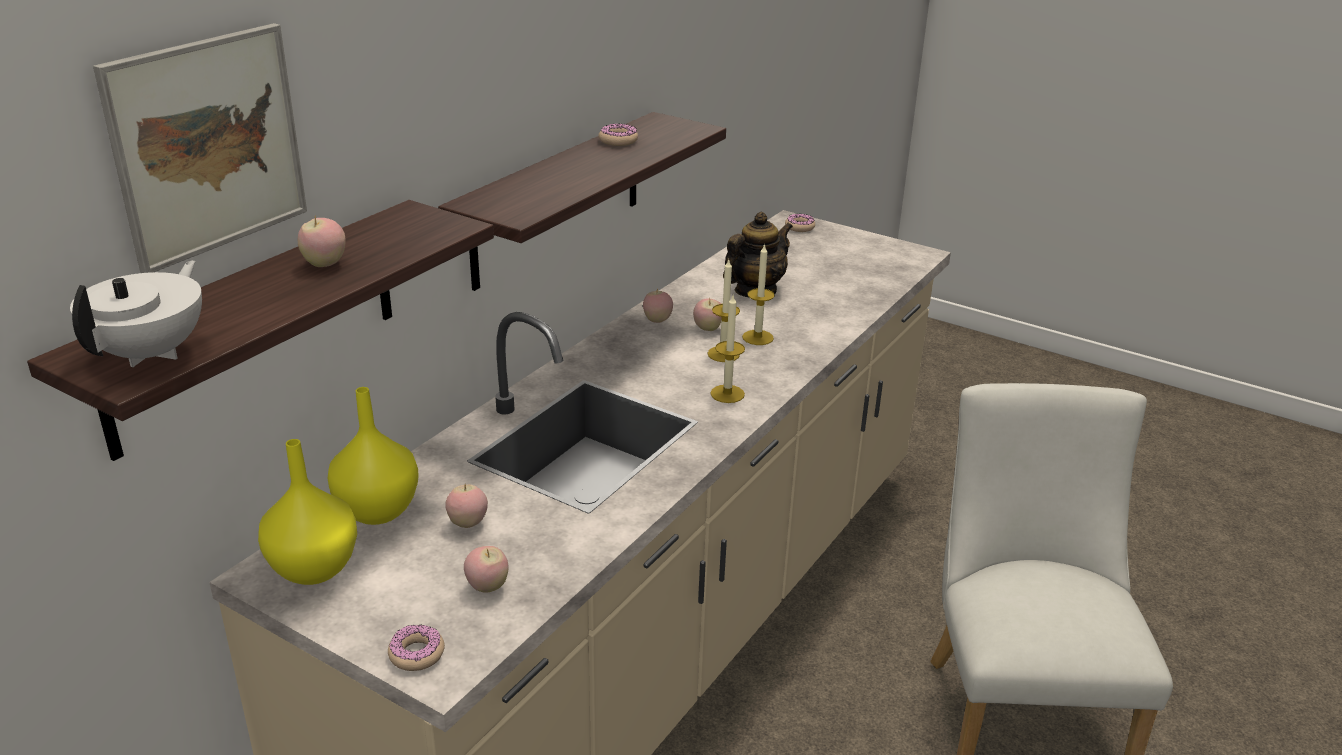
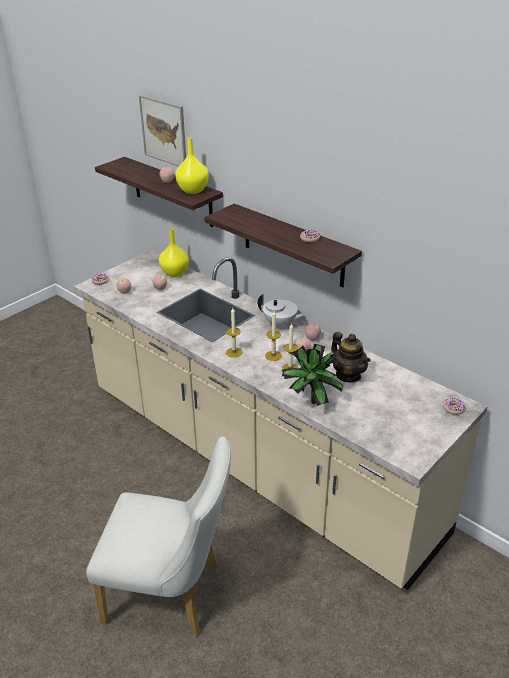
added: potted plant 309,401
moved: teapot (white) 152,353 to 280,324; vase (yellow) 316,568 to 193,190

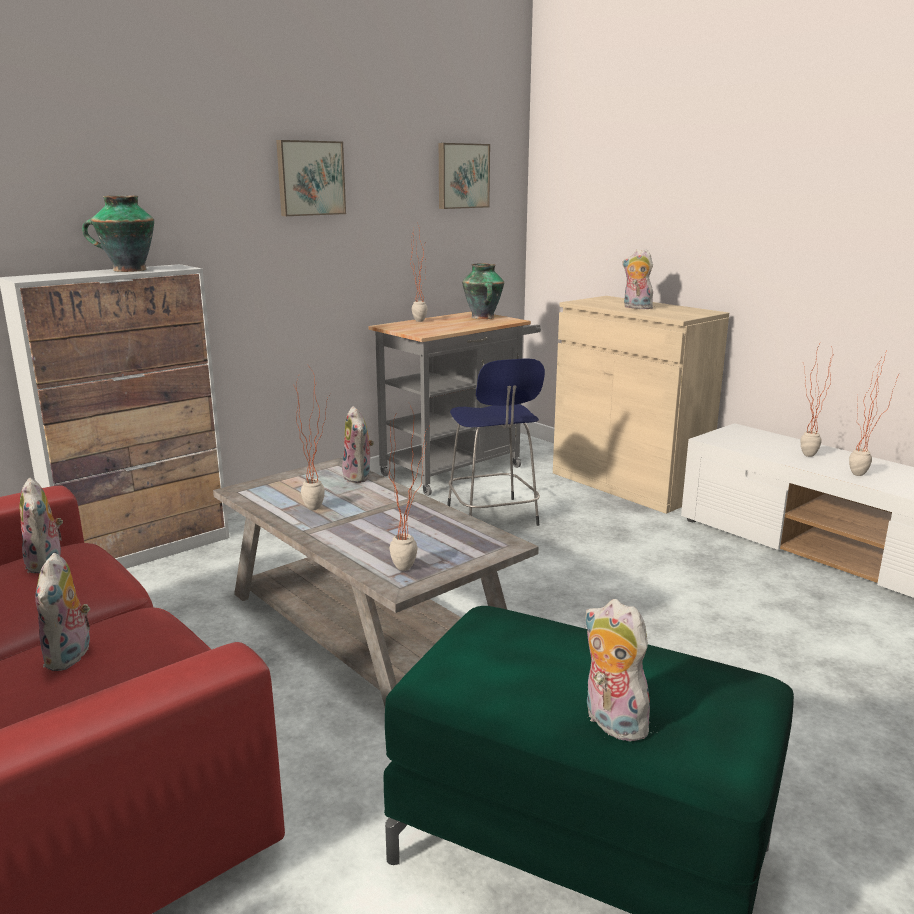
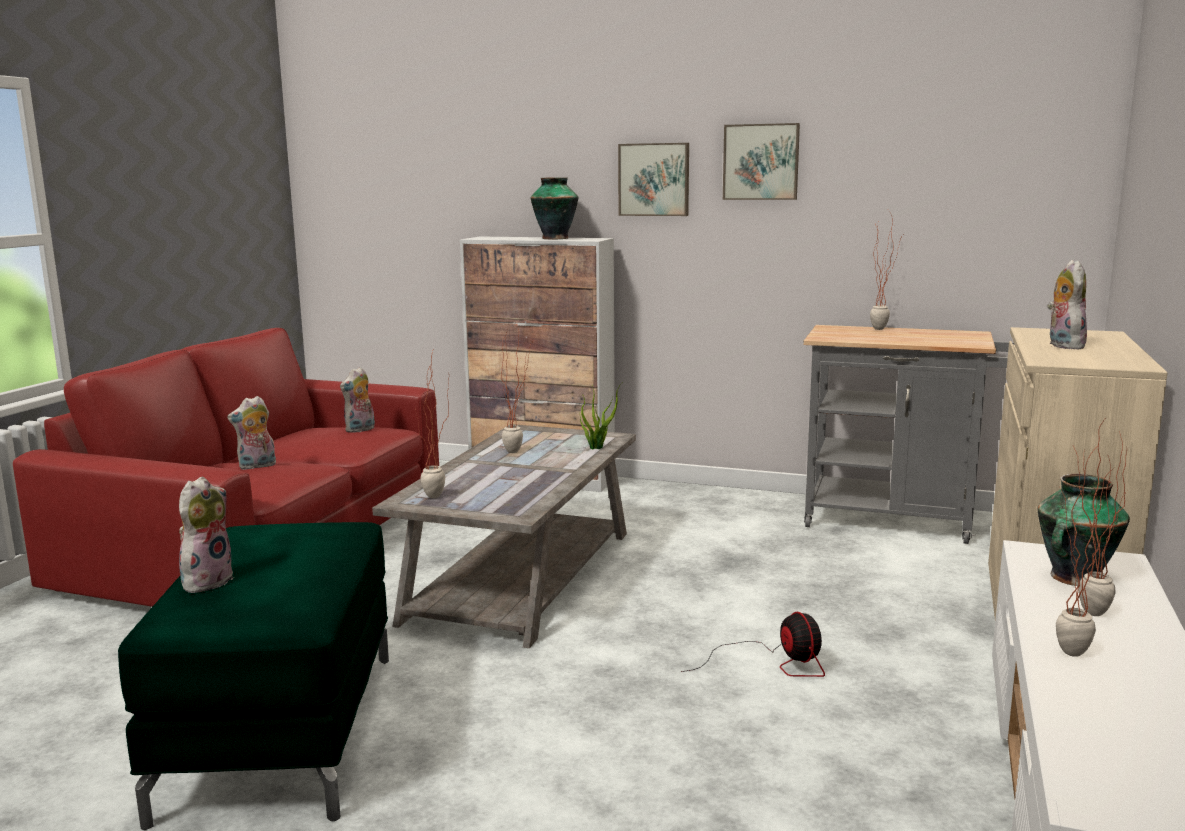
removed: stool (blue) 493,517
added: fan 773,663
moved: picture 462,176 to 654,179; vase 483,317 to 1073,578
replaced: plush toy 359,477 to potted plant 598,447

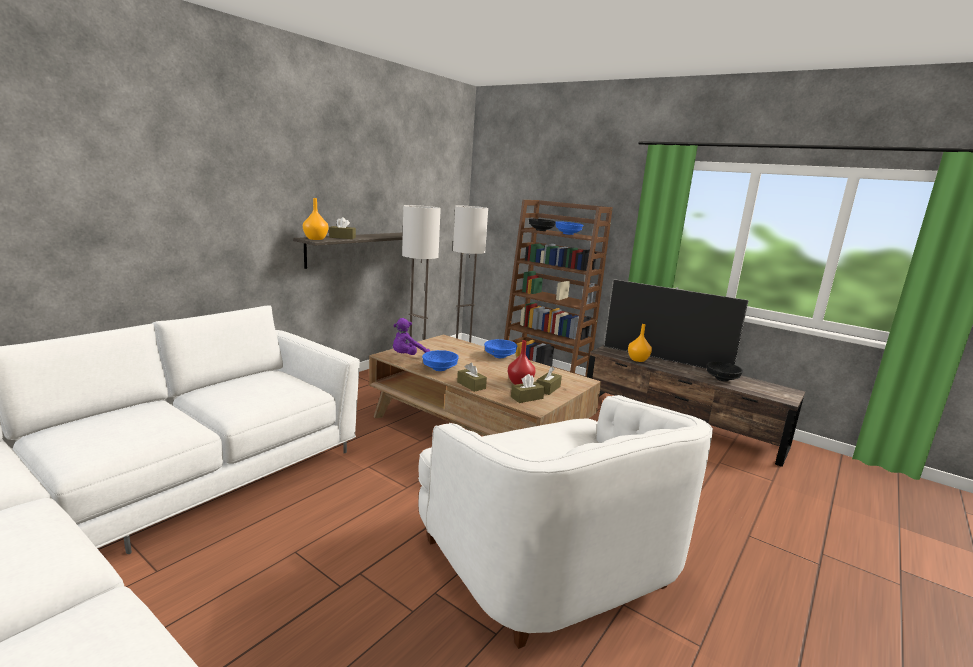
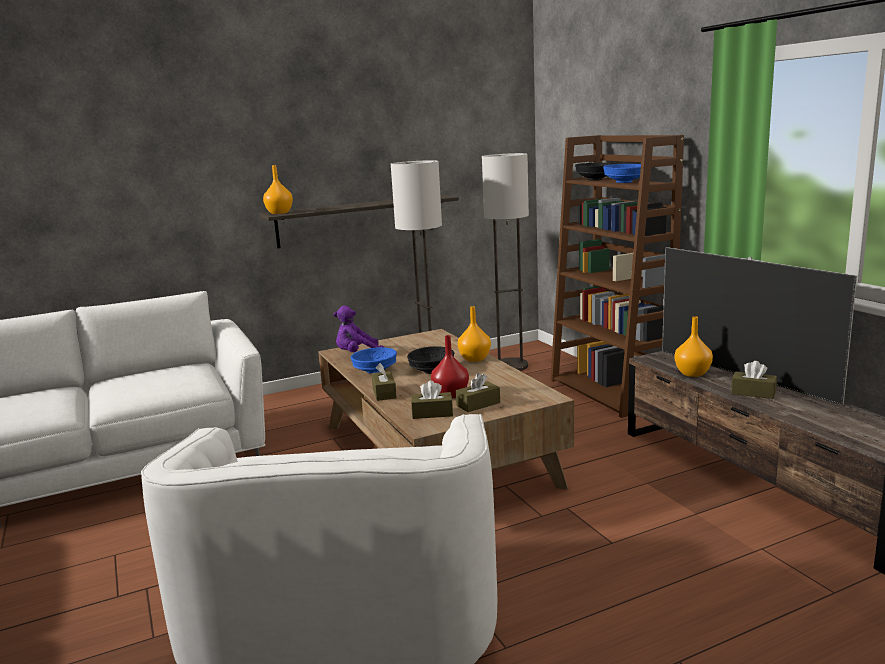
moved: tissue box (brown) 342,237 to 753,393; bowl (black) 721,379 to 431,370
replaced: bowl (blue) 499,356 to vase (orange) 475,358

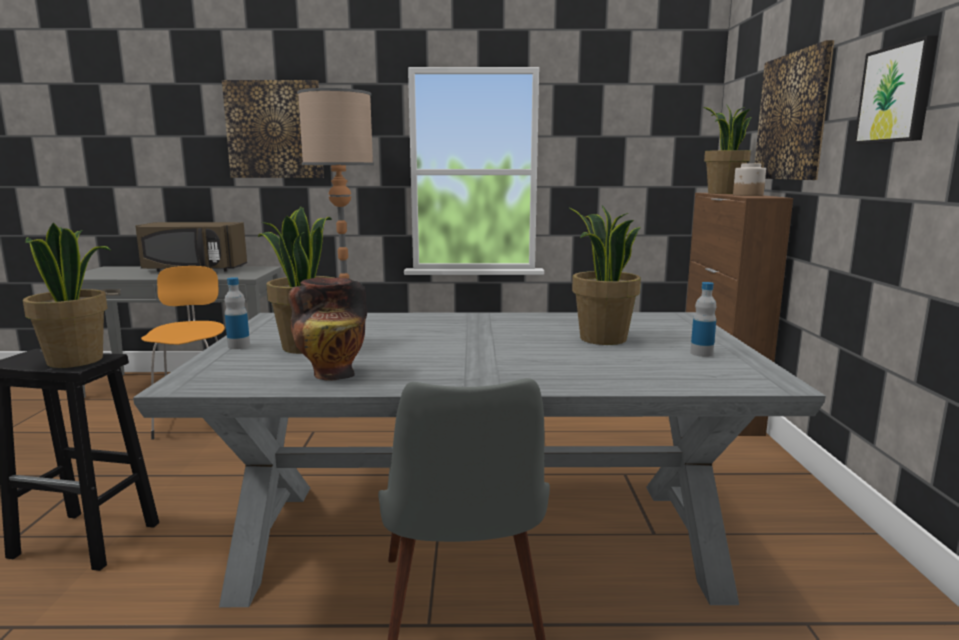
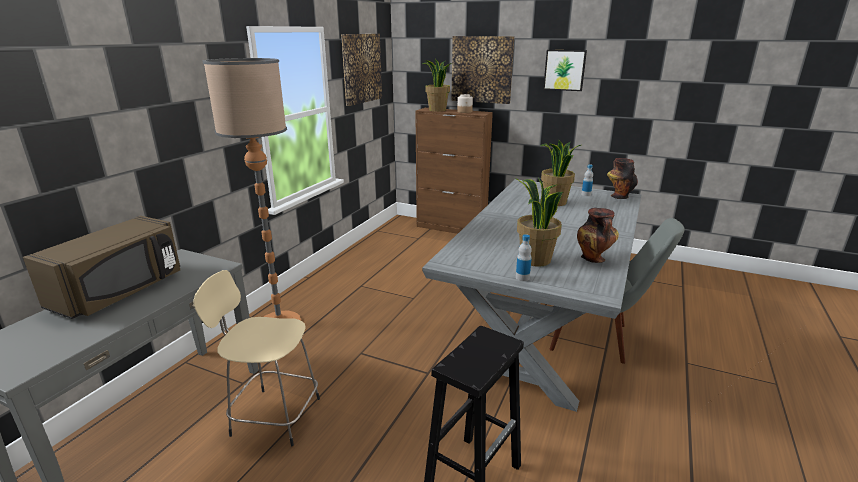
removed: potted plant 76,360
added: vase 618,196
moved: picture 274,129 to 361,68
recoloured: stool (orange) 195,421 to stool (beige) 273,416

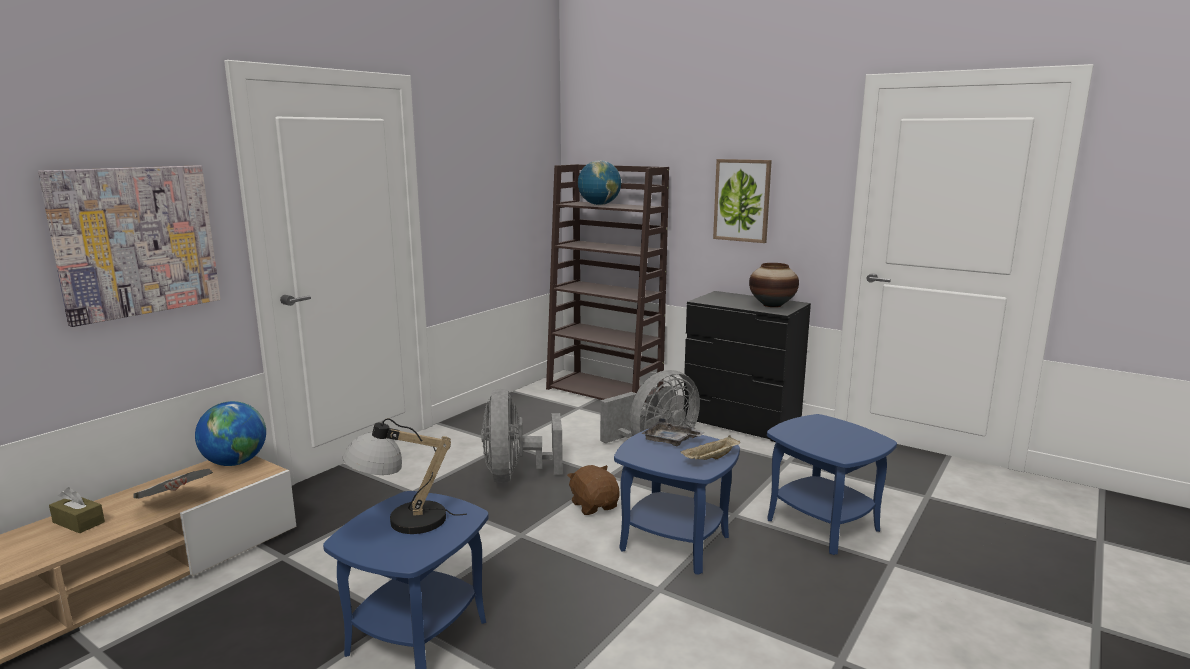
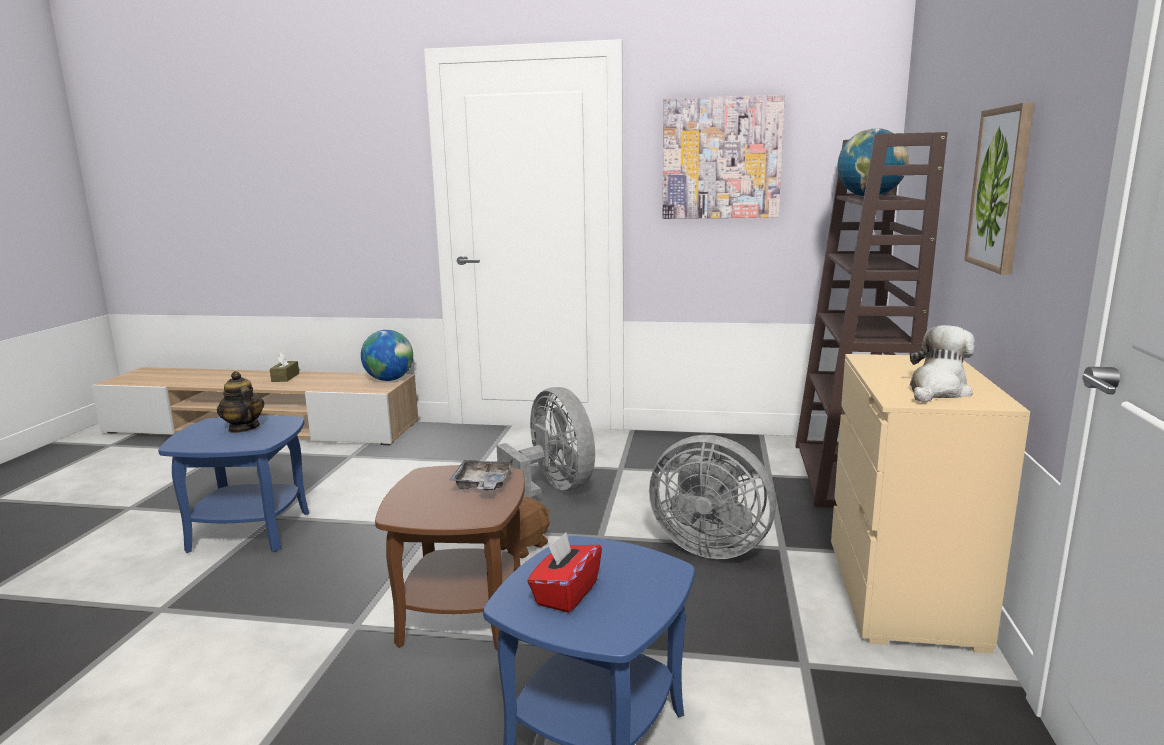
removed: tray (beige) 710,459; newspaper 176,502
added: tissue box (red) 565,594
moved: picture 136,241 to 721,158
replaced: vase 772,305 to plush toy 937,391; table lamp 402,521 to teapot 243,428
recoloured: dresser (black) 742,422 to dresser (beige) 902,593; side table (blue) 674,543 to side table (brown) 462,614
turned: fan (grey) 515,476 = 552,491 90 degrees clockwise

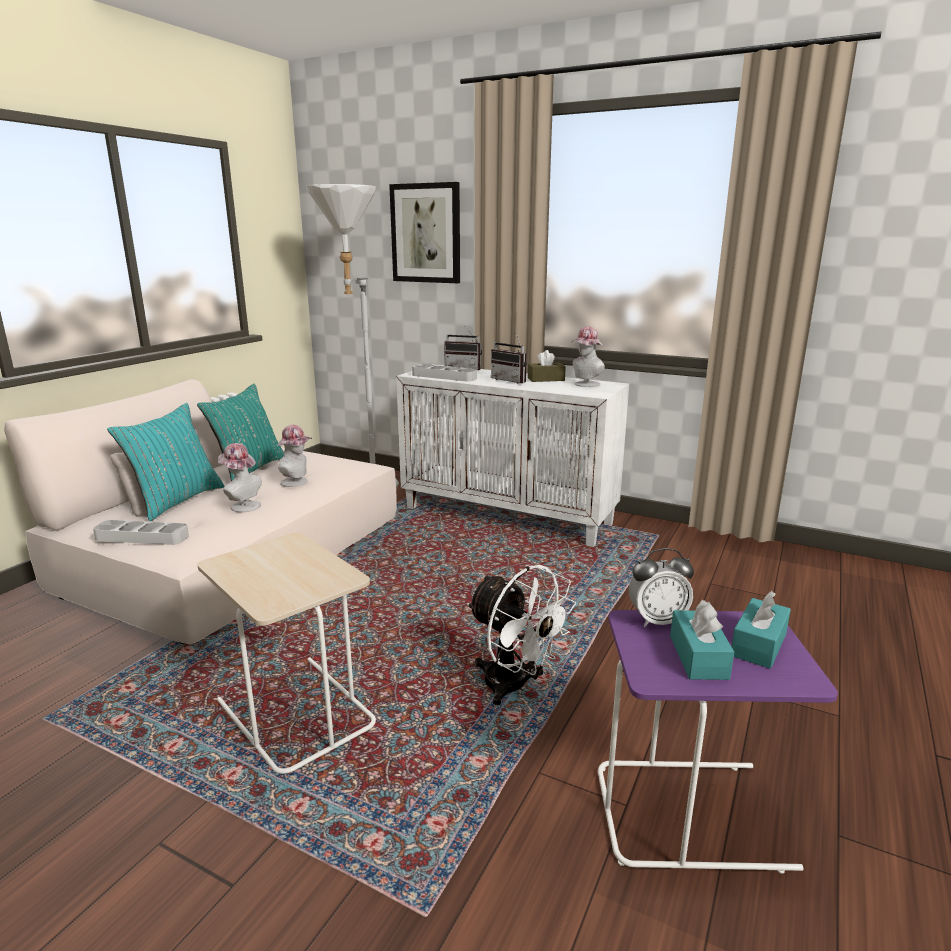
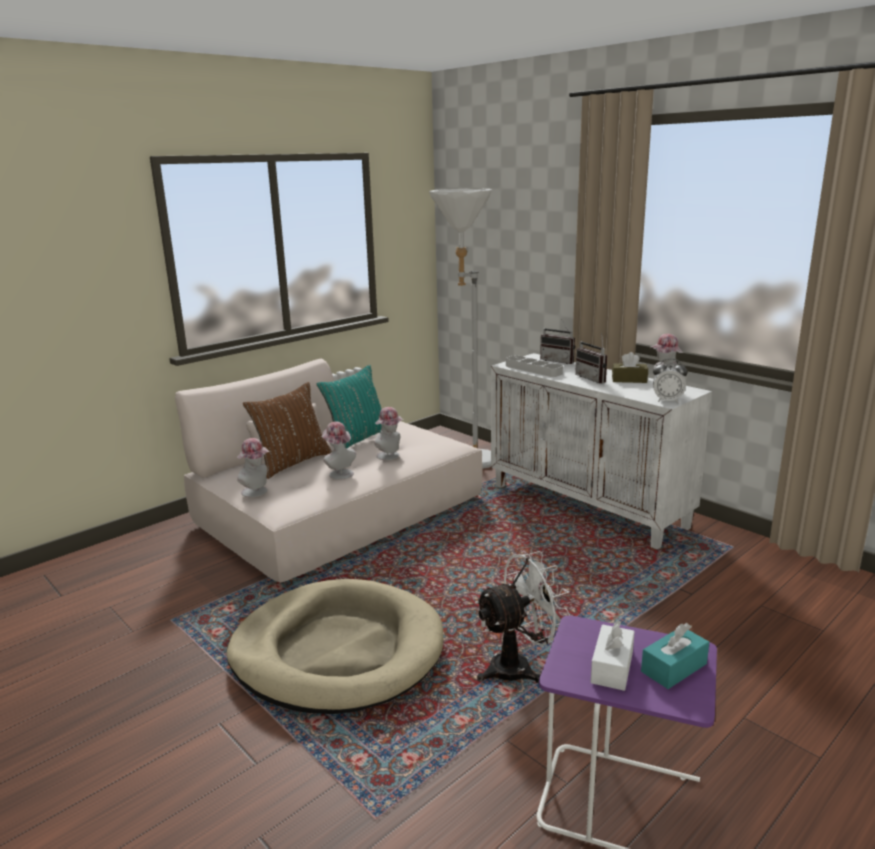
removed: picture 426,233
moved: alarm clock 657,620 to 667,401
replaced: tray (grey) 142,537 to hat 257,492; side table (beige) 294,713 to dog bed (beige) 337,651
recoloured: pillow (turquoise) 176,501 to pillow (brown) 292,463; tissue box (turquoise) 698,657 to tissue box (white) 612,667
turned: fan (white) 514,687 = 519,666 90 degrees counterclockwise

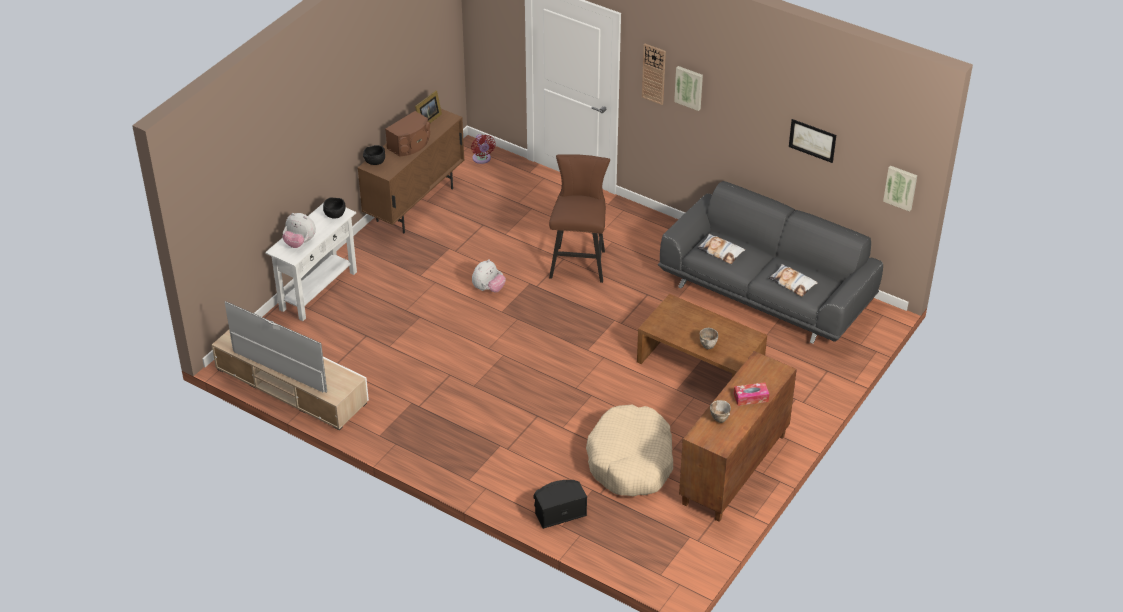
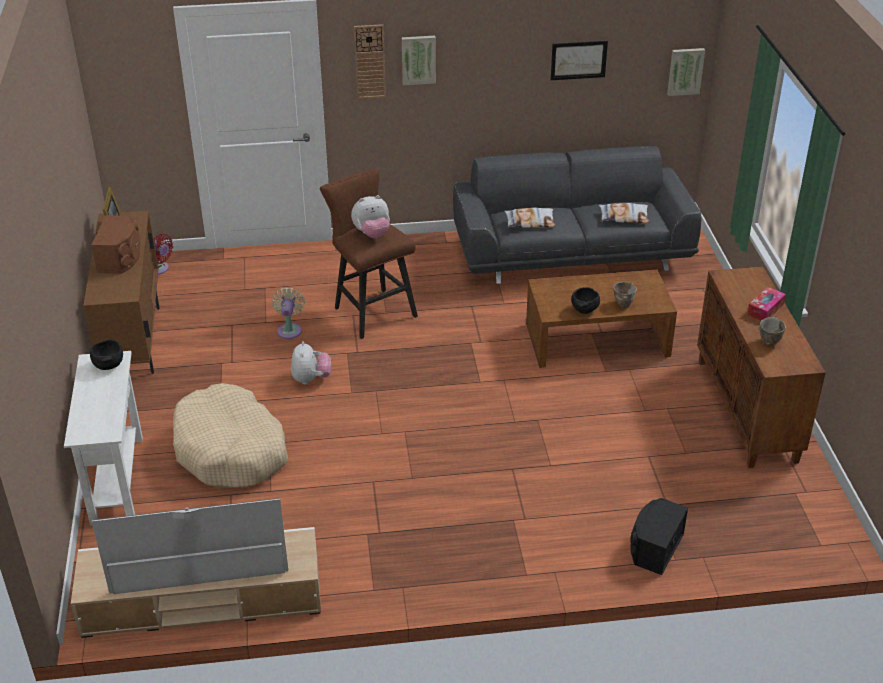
added: fan (beige) 290,329
moved: bowl (black) 375,163 to 584,311; plush toy 300,243 to 372,234; dog bed (beige) 631,461 to 231,450

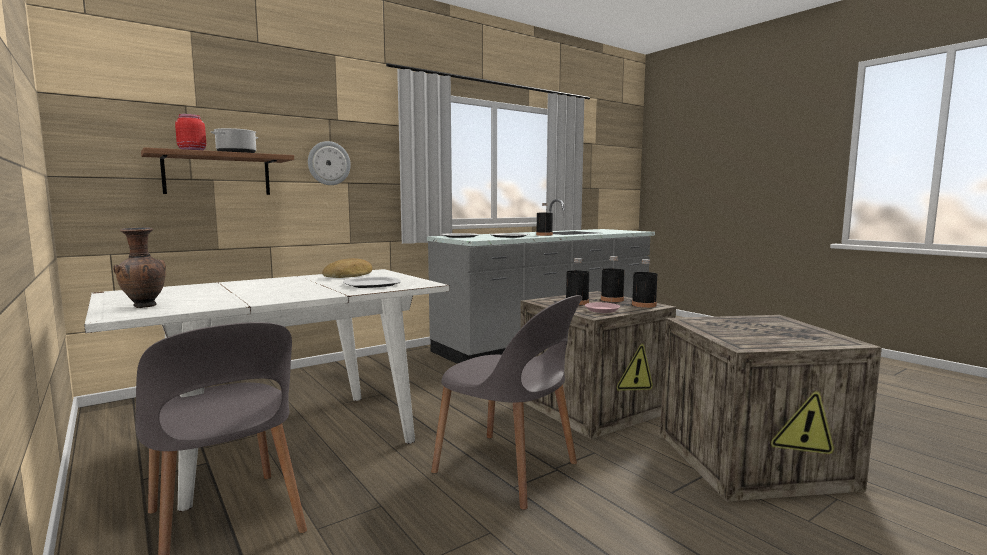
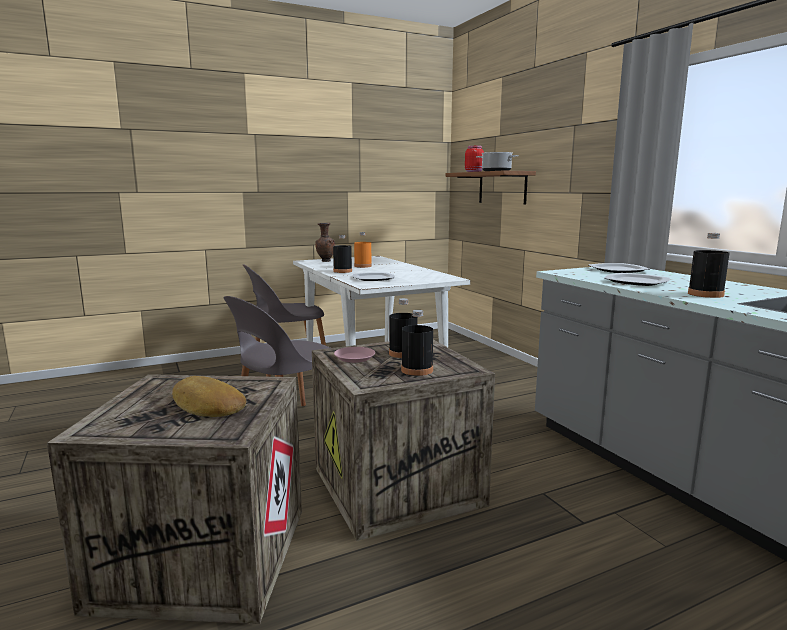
removed: wall clock 329,163
added: bottle (orange) 363,266
moved: bread 349,275 to 207,405; bottle (black) 644,305 to 342,271

